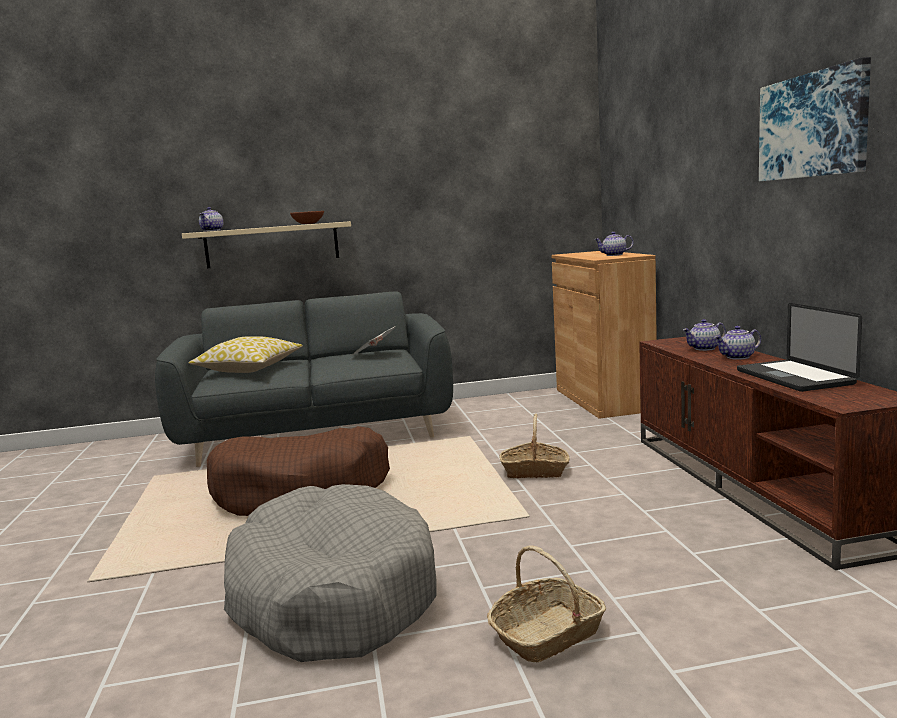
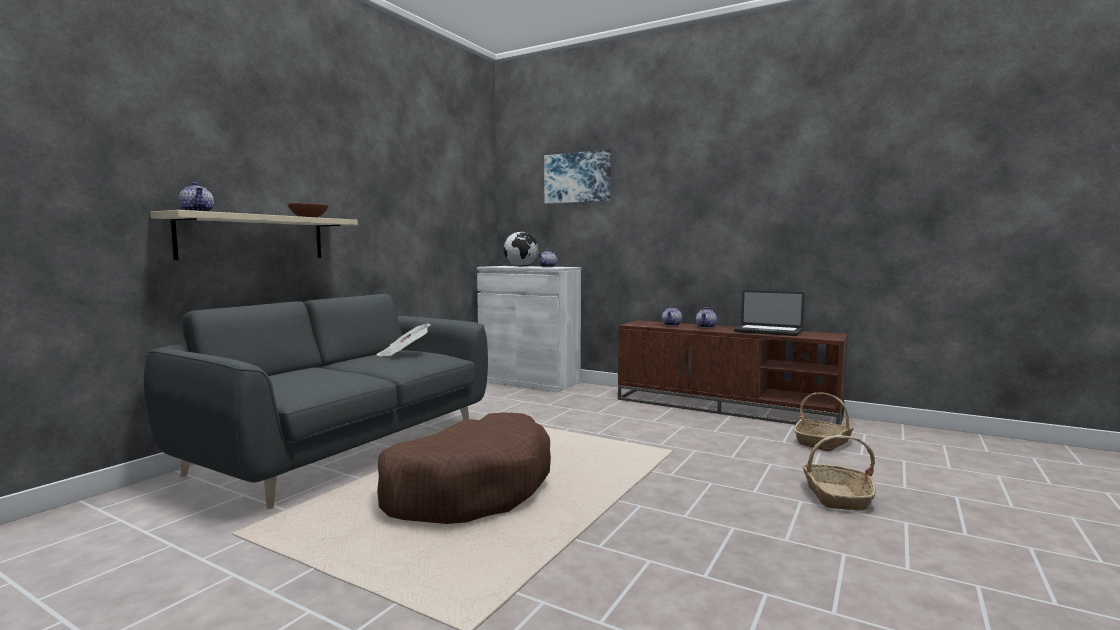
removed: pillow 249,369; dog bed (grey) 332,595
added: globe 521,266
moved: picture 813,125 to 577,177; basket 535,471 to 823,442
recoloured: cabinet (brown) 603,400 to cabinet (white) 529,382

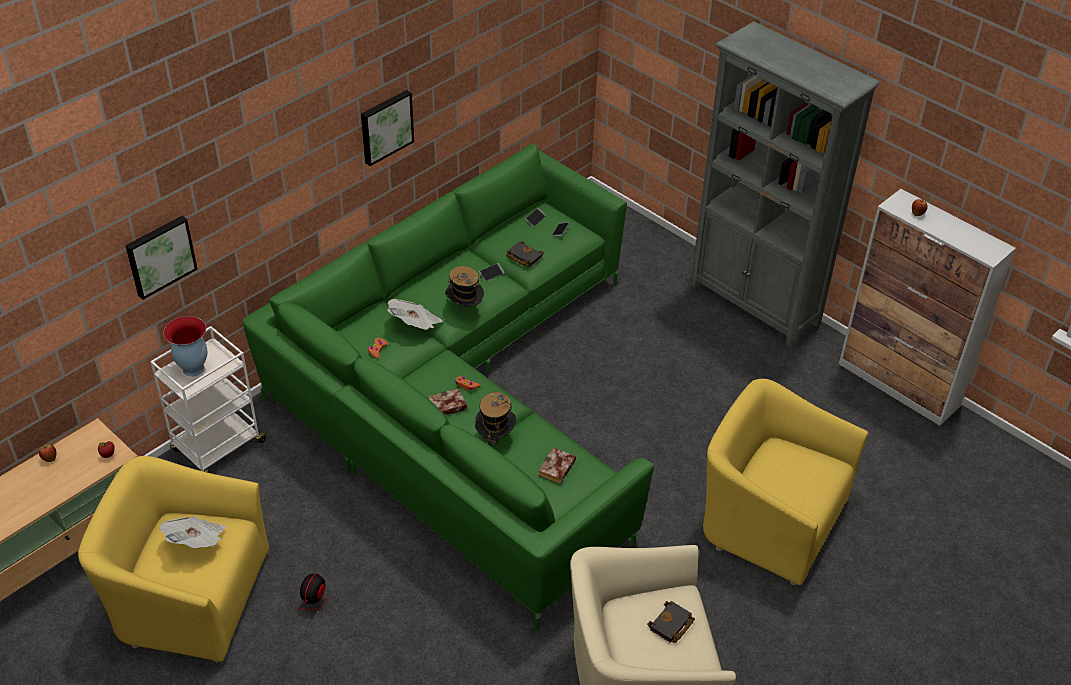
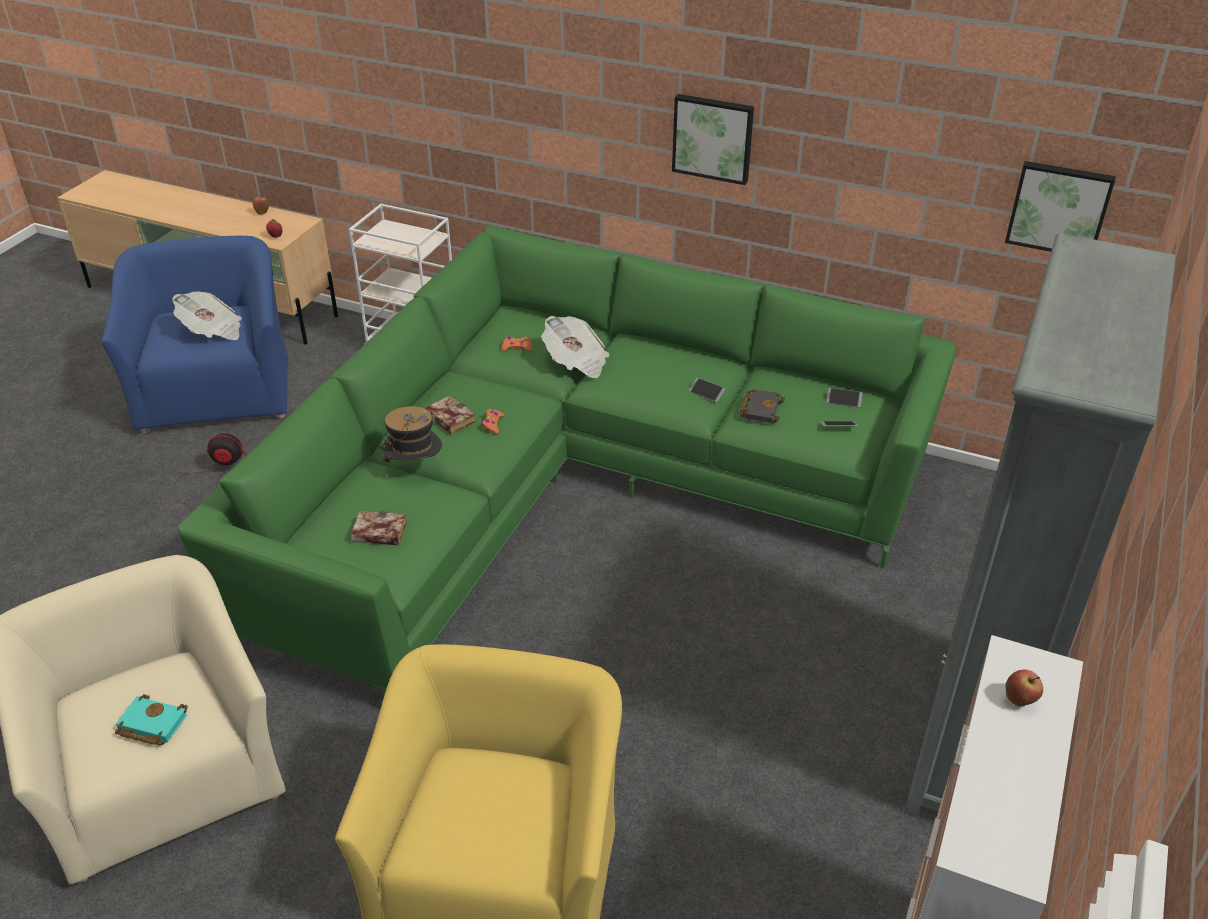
removed: hat 464,308; vase 193,369
moved: picture 160,255 to 1059,208
recoloured: armchair (yellow) 189,597 to armchair (blue) 217,390; book (black) 671,625 to book (turquoise) 150,725

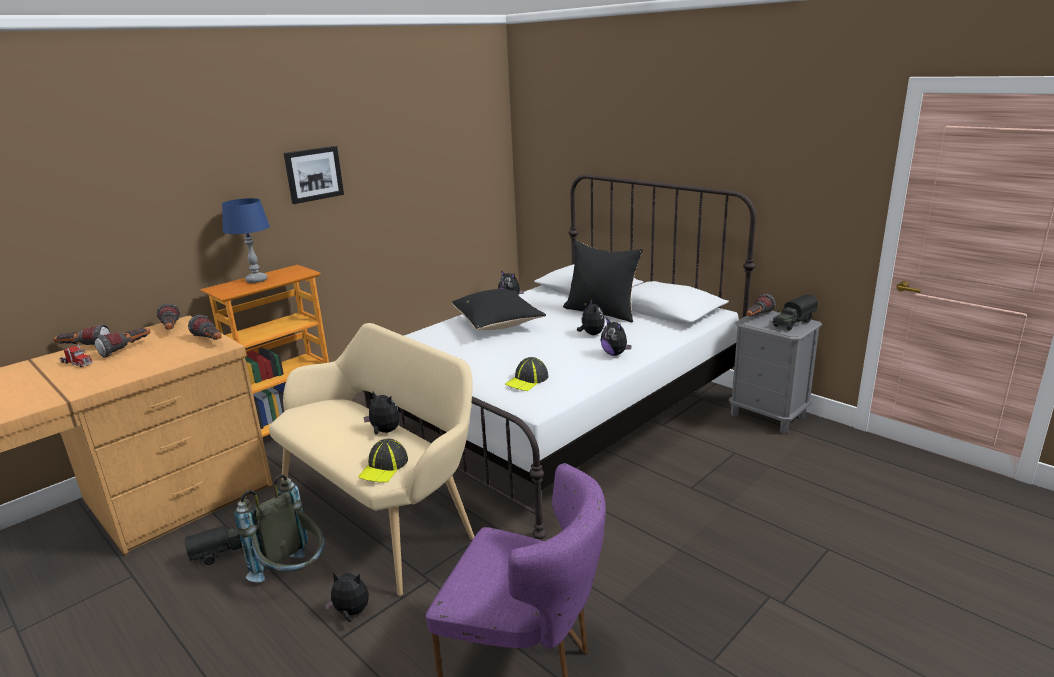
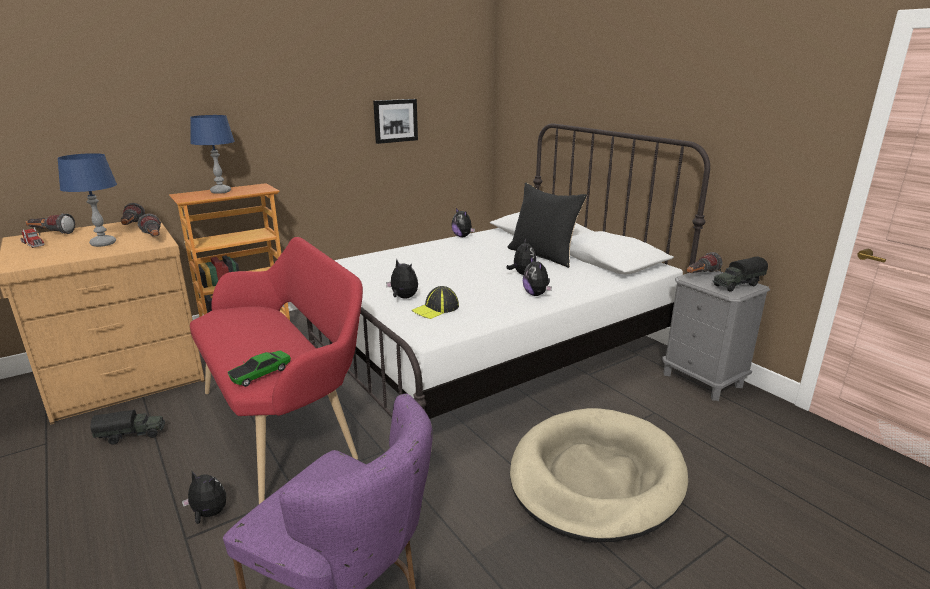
removed: pillow (black) 498,325; flashlight 127,349; backpack (grey) 294,576
added: table lamp (blue) 103,243; dog bed (beige) 595,477
moved: picture 313,174 to 395,120; plush toy 384,432 to 403,298
replaced: cap 384,467 to toy car 260,374
recoloured: bench (beige) 383,515 to bench (red) 286,422

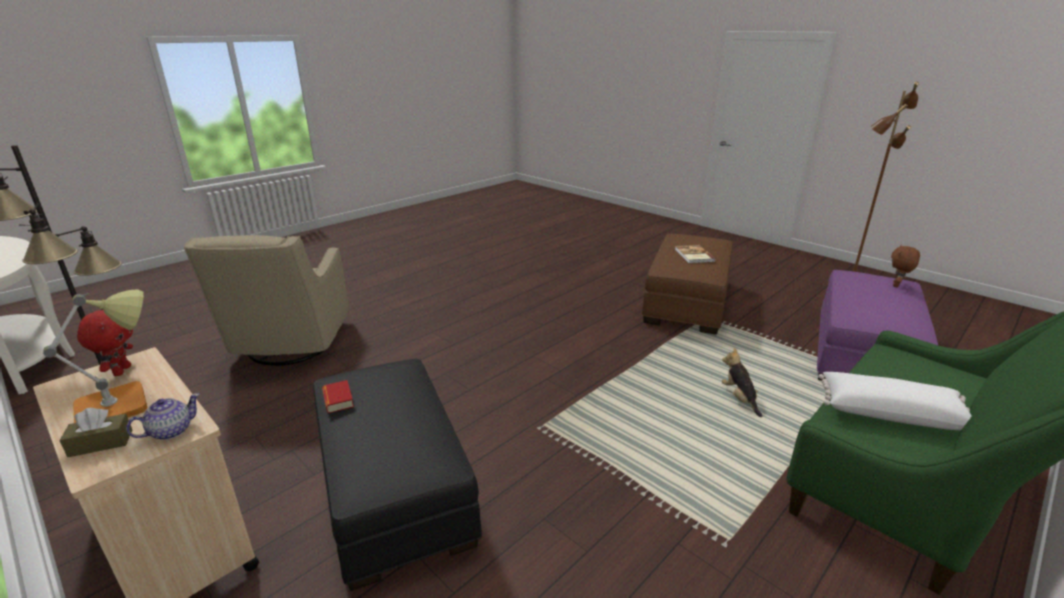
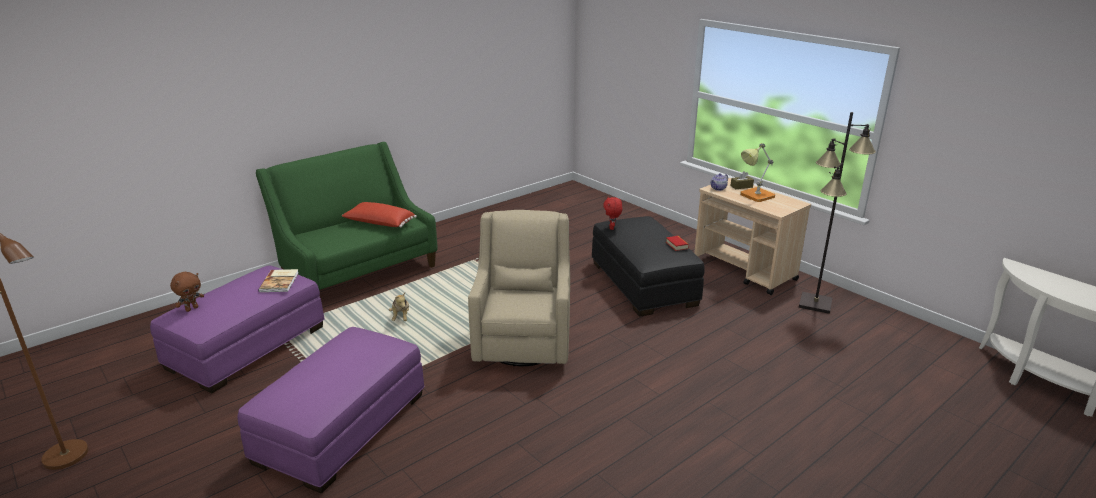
moved: armchair (beige) 289,346 to 523,342; book 693,255 to 280,282; plush toy (red) 121,371 to 612,228
recoloured: ottoman (brown) 687,301 to ottoman (purple) 342,427; pillow (white) 889,412 to pillow (red) 379,224

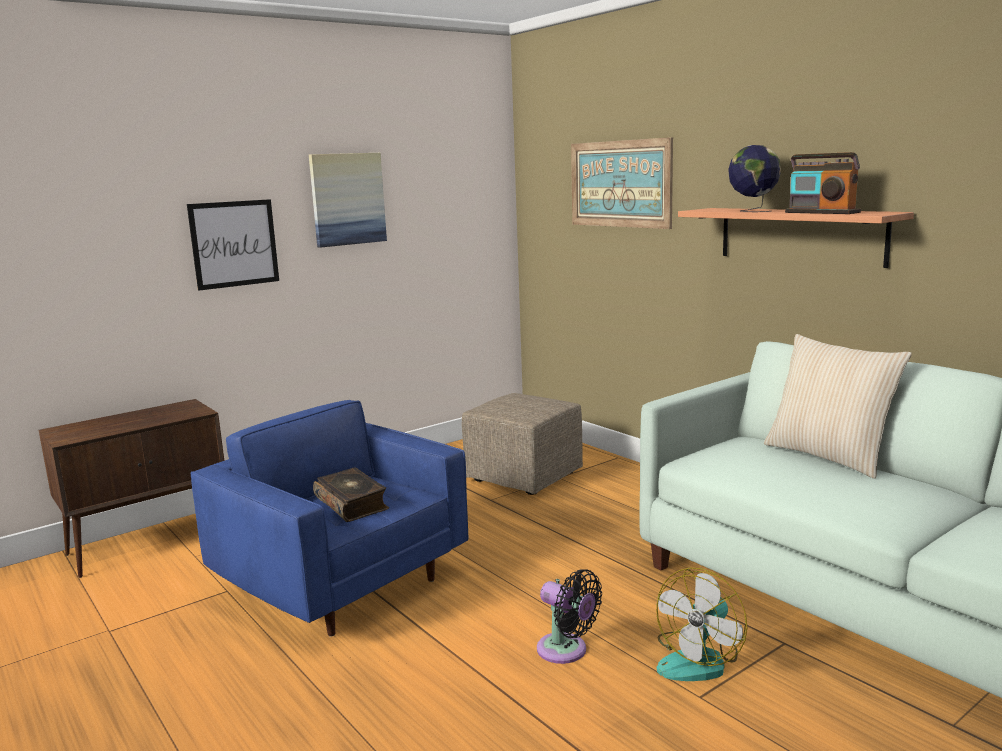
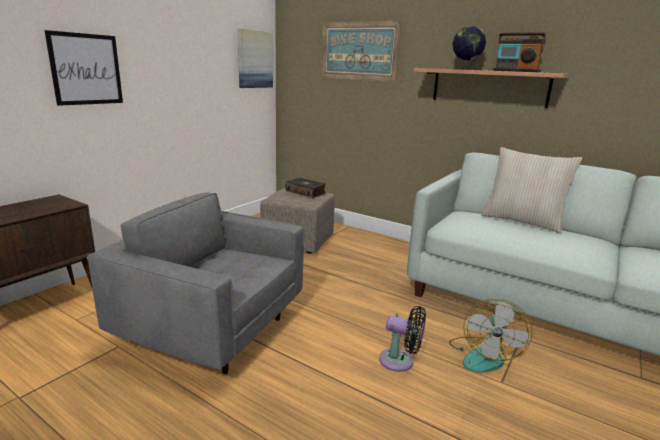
moved: picture 347,199 to 254,59; book 352,504 to 306,192
recoloured: armchair (blue) 342,585 to armchair (grey) 212,330

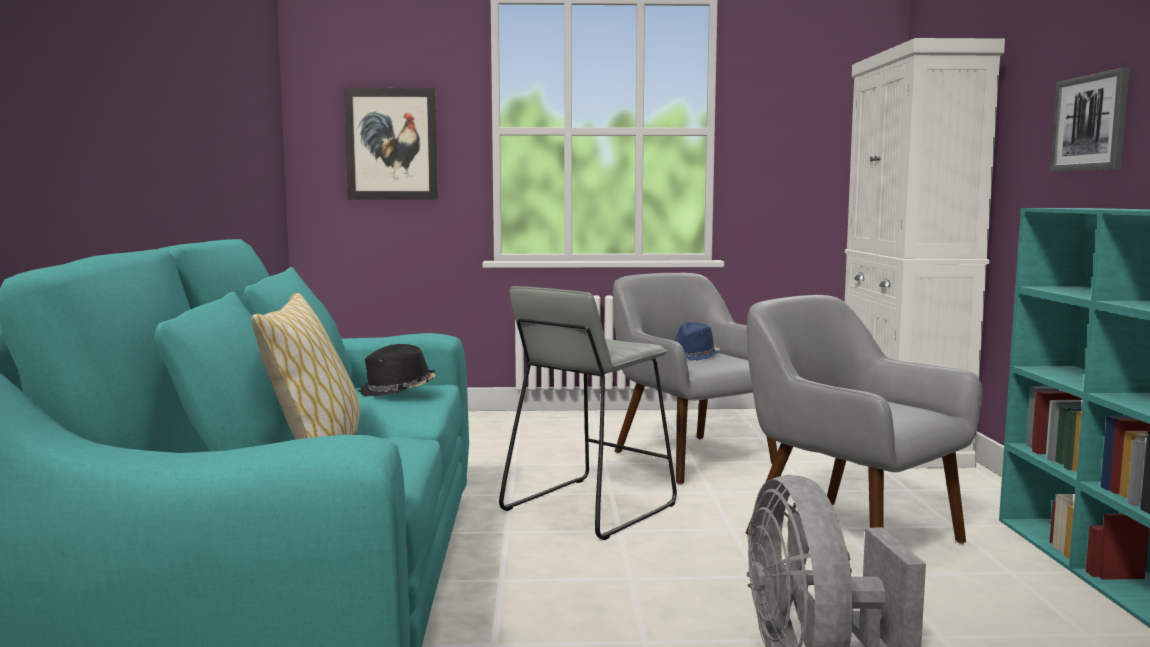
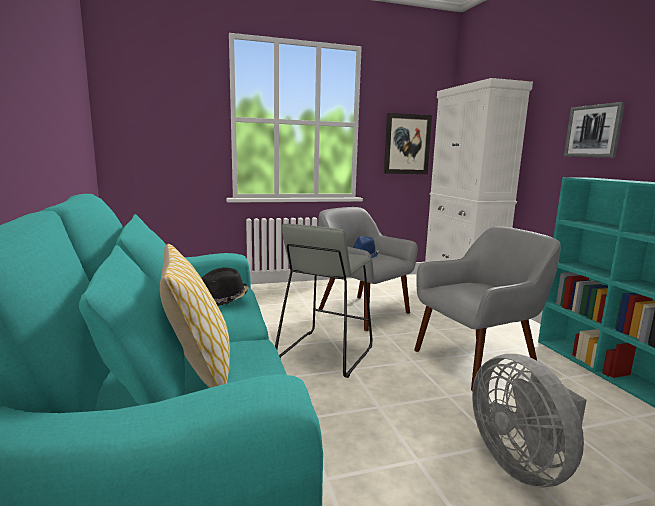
moved: picture 392,144 to 407,144
turned: armchair (grey) 849,538 = 476,361 120 degrees clockwise

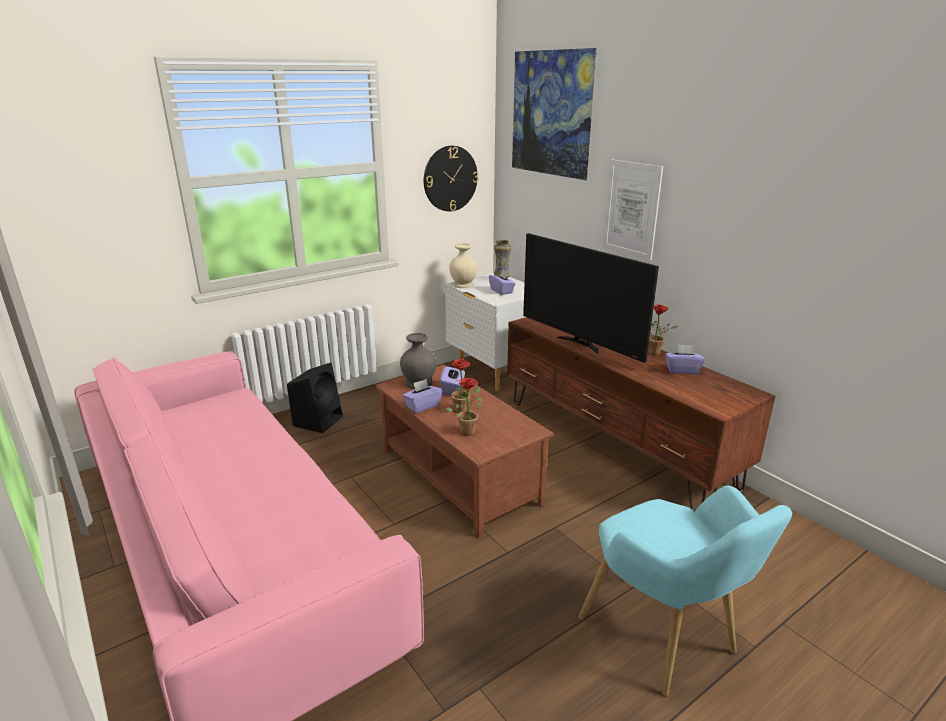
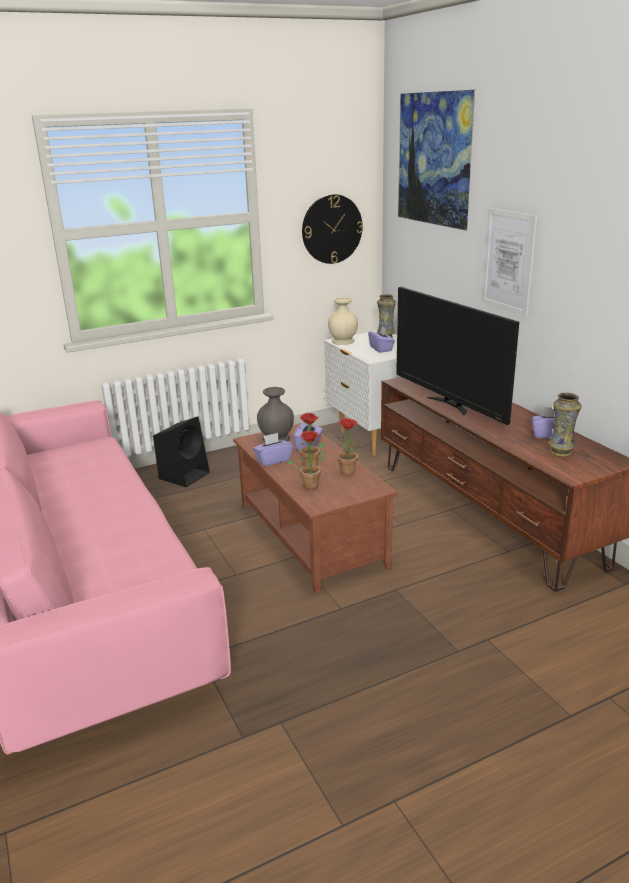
removed: armchair (turquoise) 665,640
added: vase 561,453
moved: potted plant 656,353 to 350,472

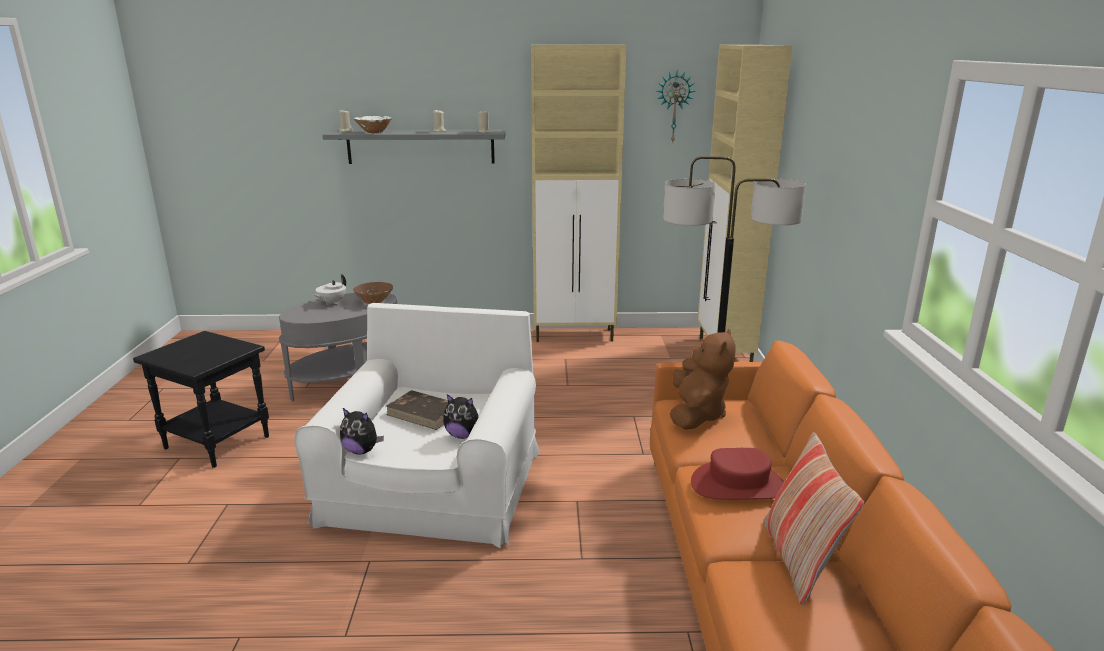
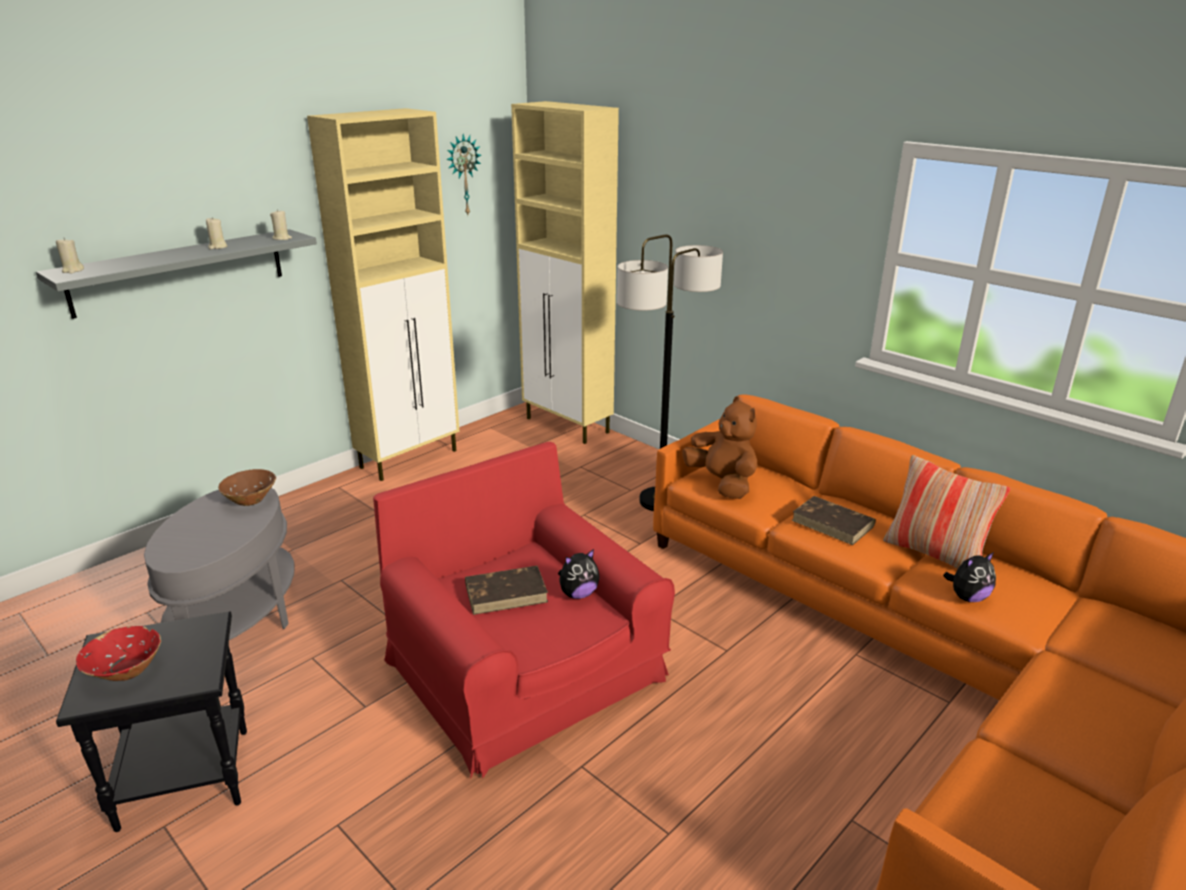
removed: bowl (white) 374,132; teapot (white) 331,303
added: bowl (red) 126,671
moved: plush toy 361,451 to 967,597
replaced: hat (red) 738,485 to book (brown) 833,523
recoloured: armchair (white) 433,487 to armchair (red) 524,670

